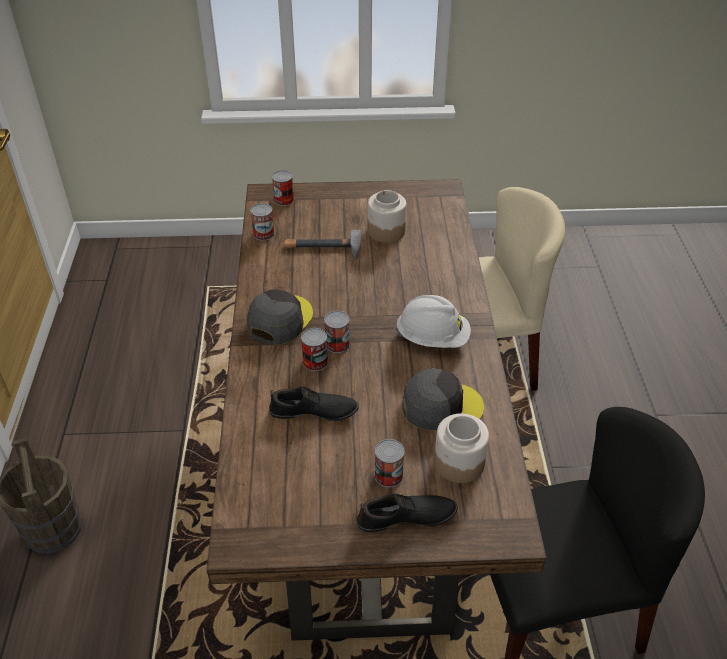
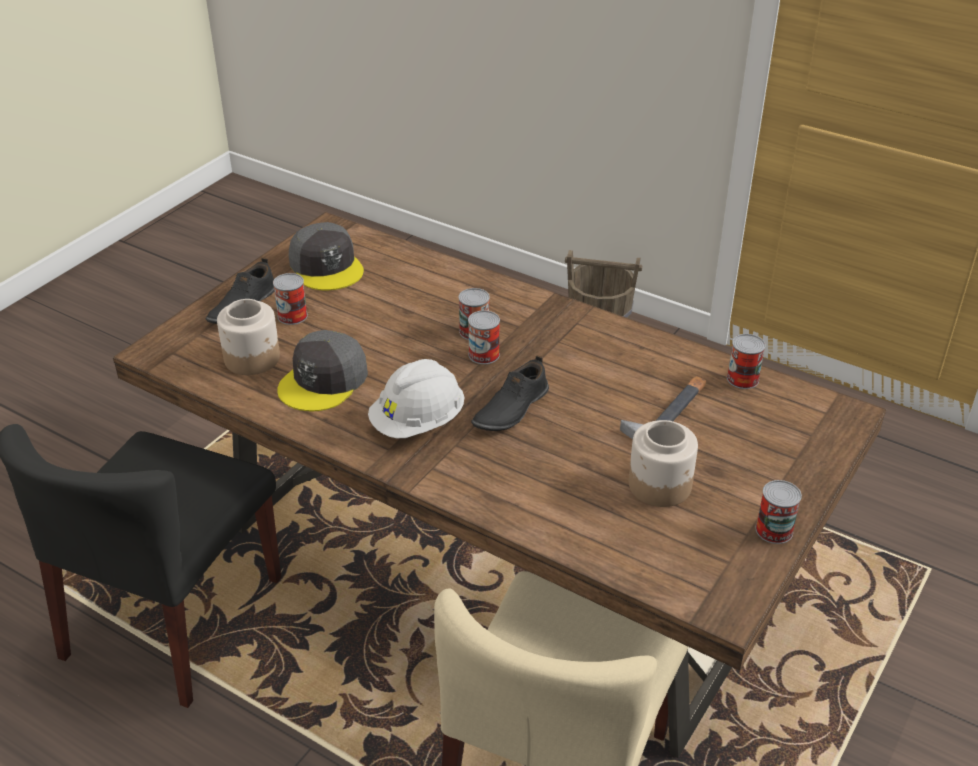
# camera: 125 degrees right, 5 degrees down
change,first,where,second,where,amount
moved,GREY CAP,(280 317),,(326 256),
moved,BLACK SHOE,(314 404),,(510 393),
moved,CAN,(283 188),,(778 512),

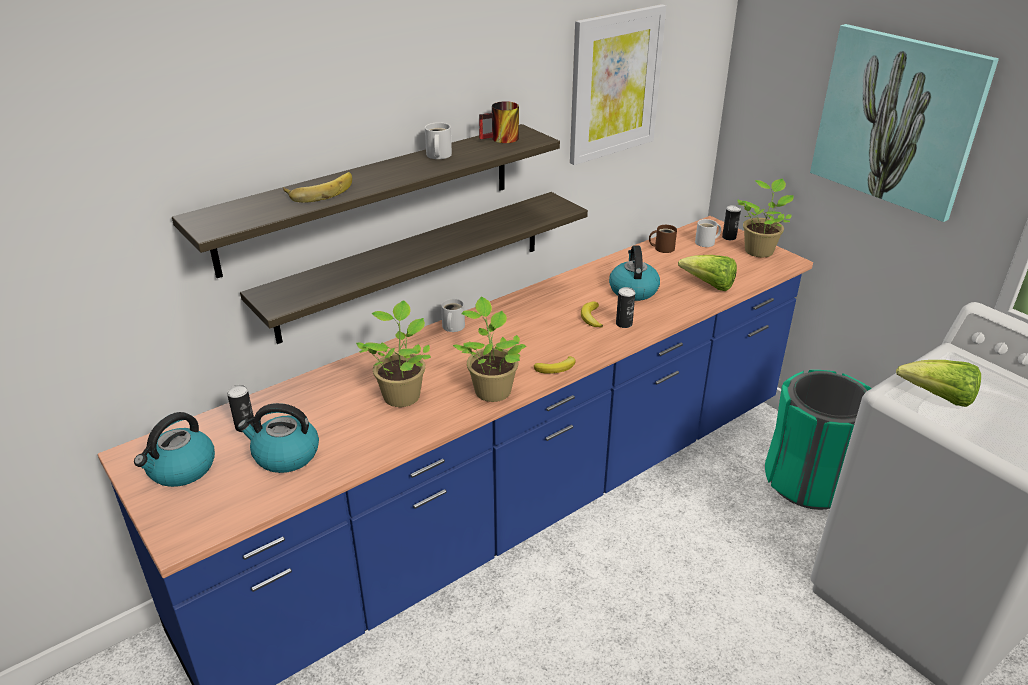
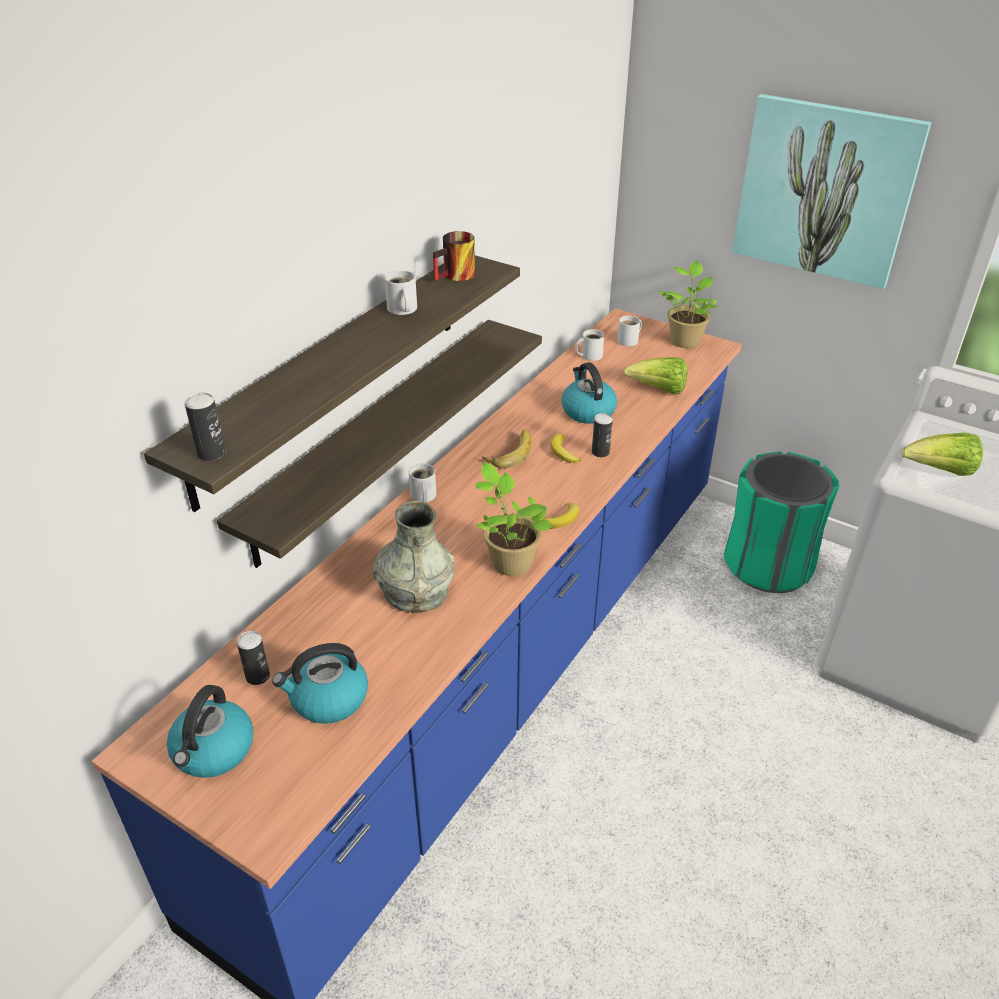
# camera: 20 degrees left, 5 degrees up
change,first,where,second,where,amount
moved,BANANA,(317 187),,(506 449),
replaced,POTTED PLANT,(393 353),GREY VASE,(414 557),
removed,PICTURE,(618 84),,,
recoloured,BROWN MUG,(663 239),WHITE MUG,(589 345),
moved,CAN,(731 222),,(205 426),

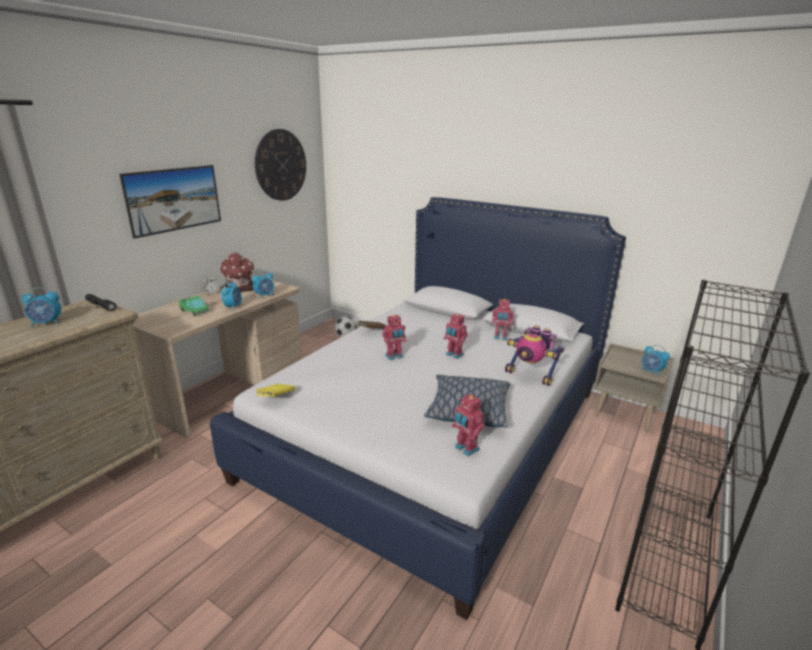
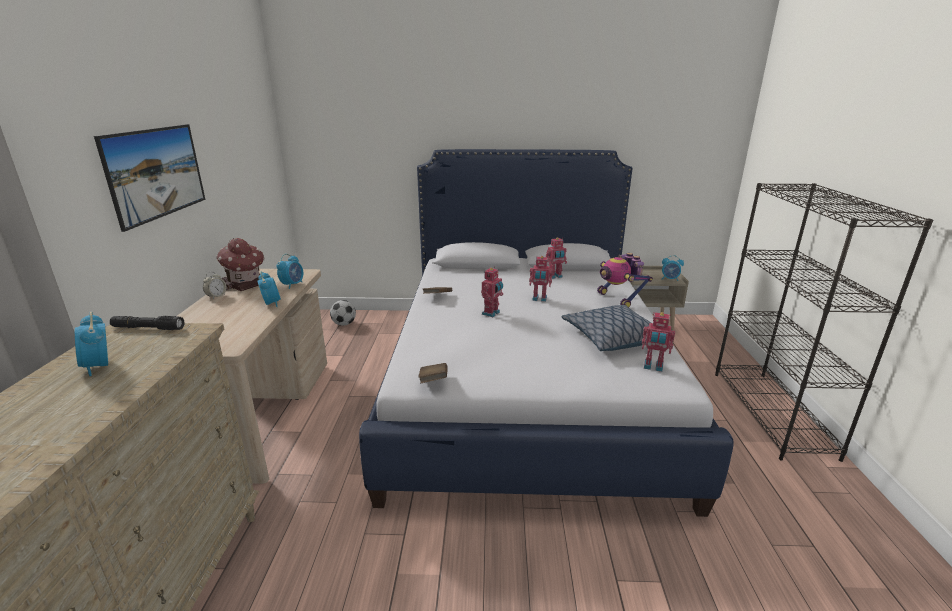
# camera: 30 degrees left, 0 degrees up
change,first,where,second,where,amount
turned,ALARM CLOCK,(41 307),,(91 344),105 degrees clockwise
removed,TOY TRUCK,(194 306),,,
removed,WALL CLOCK,(280 165),,,
recoloured,YELLOW BOOK,(275 390),BROWN BOOK,(433 373),
turned,TOY ROBOT,(534 356),,(625 280),60 degrees clockwise

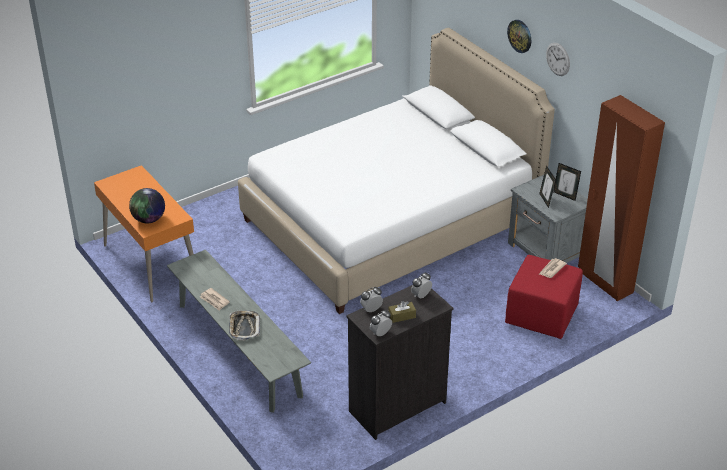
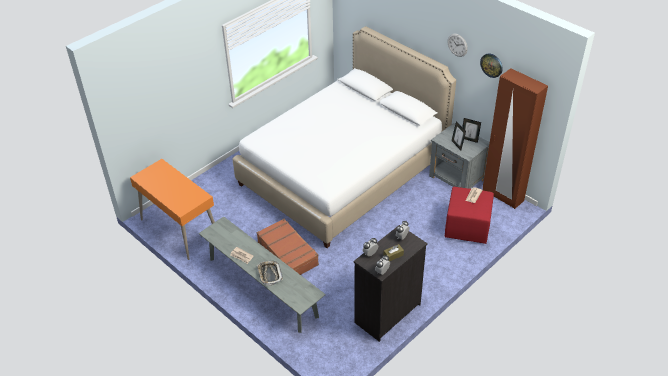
# camera: 10 degrees left, 5 degrees up
change,first,where,second,where,amount
removed,GLOBE,(147 205),,,
moved,WALL CLOCK,(519 36),,(491 66),
added,,,BROWN SUITCASE,(287 247),

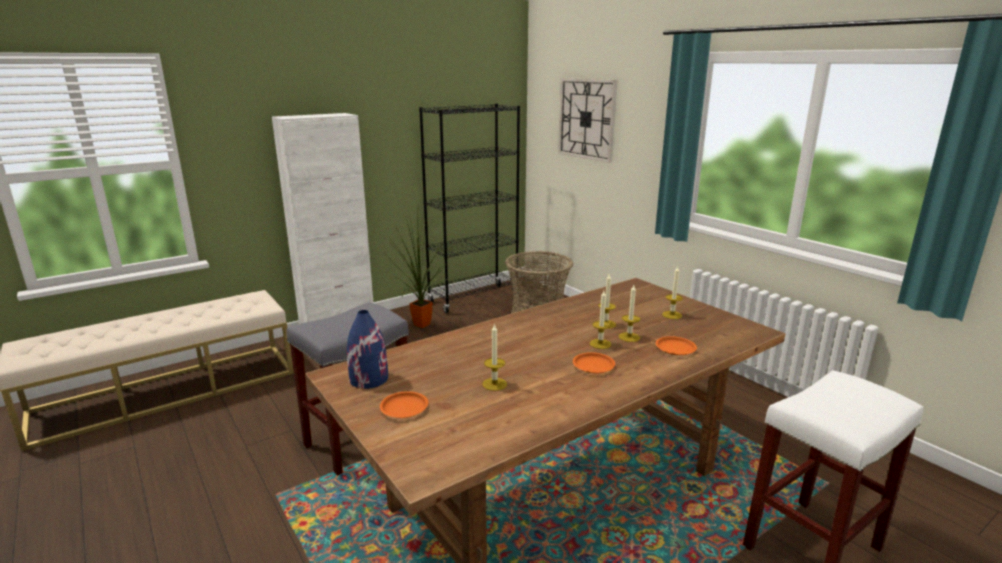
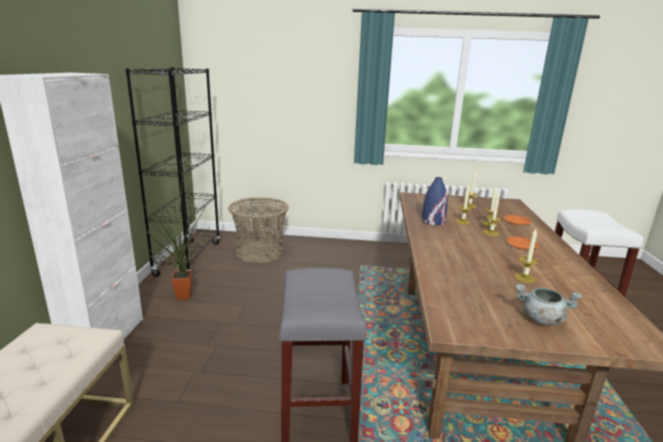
# camera: 50 degrees left, 0 degrees up
change,first,where,second,where,amount
moved,BLUE VASE,(367 349),,(435 201),
replaced,ORANGE PLATE,(404 404),GREY COOKING POT,(548 305),
removed,WALL CLOCK,(587 120),,,

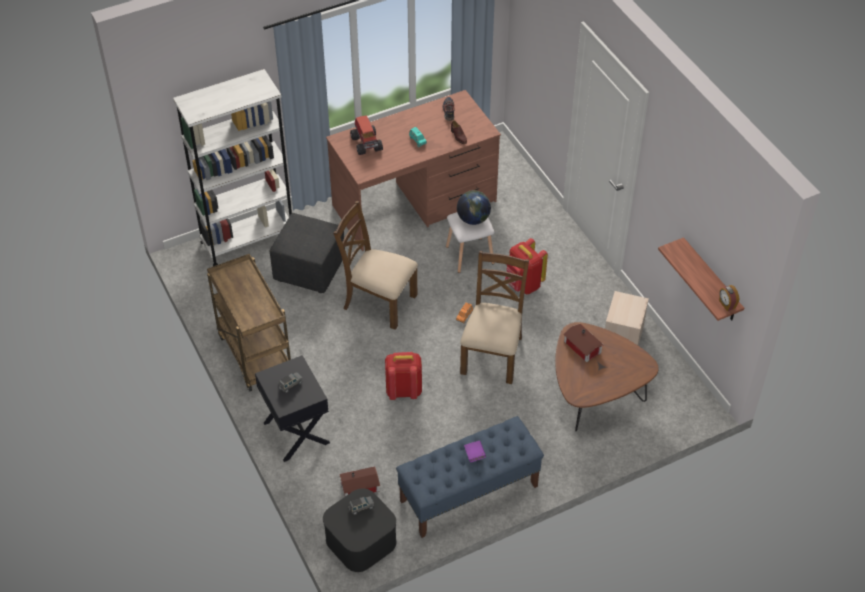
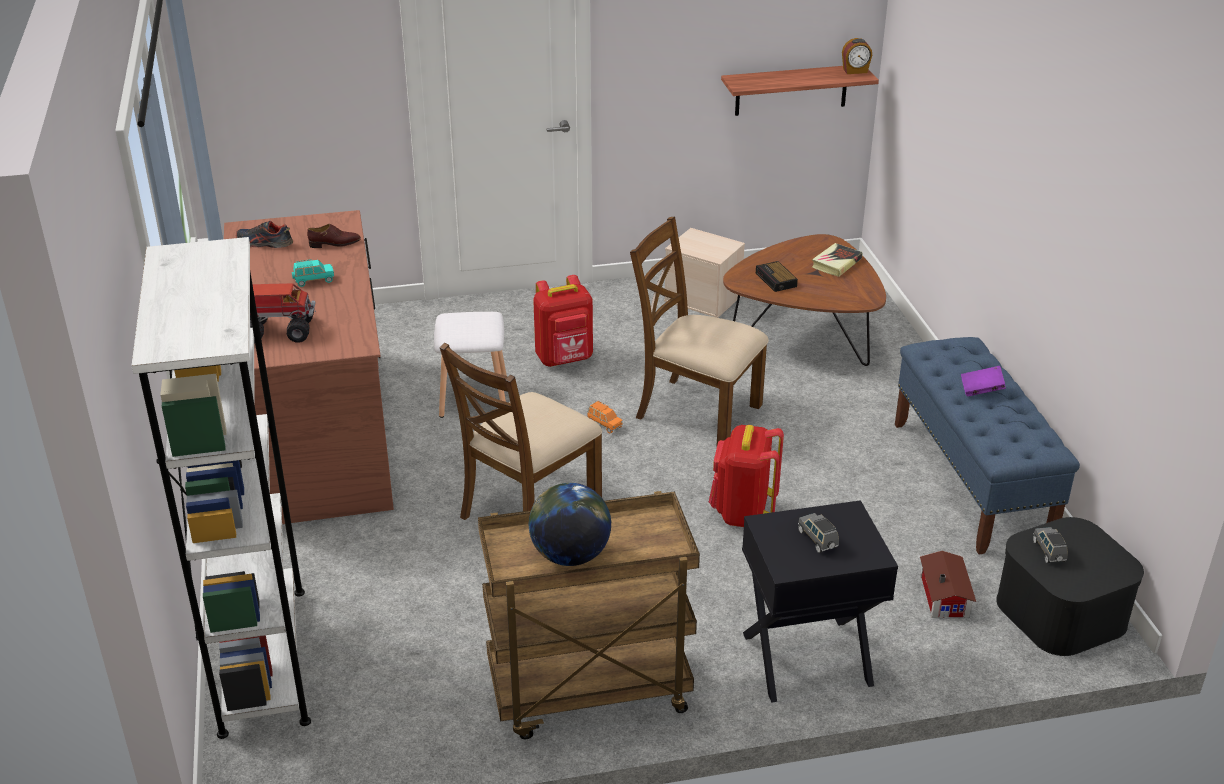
# camera: 75 degrees left, 15 degrees down
change,first,where,second,where,amount
removed,BLACK OTTOMAN,(307 253),,,
moved,GLOBE,(474 207),,(570 524),
replaced,TOY HOUSE,(583 343),ALARM CLOCK,(777 276),
added,,,BOOK,(837 260),

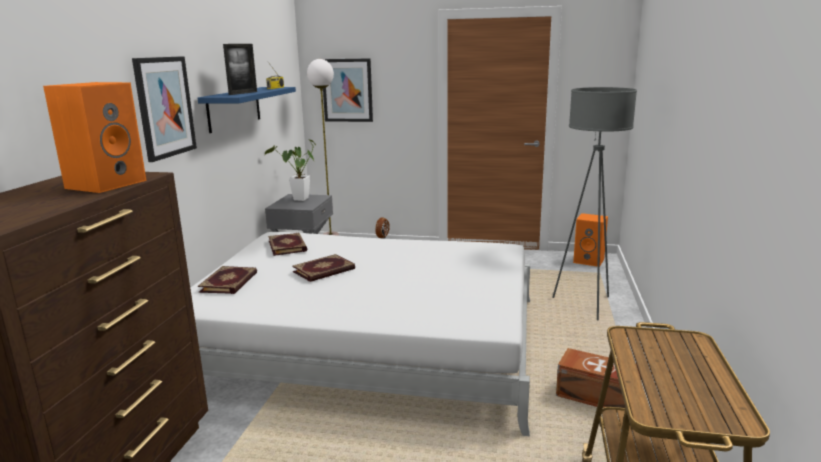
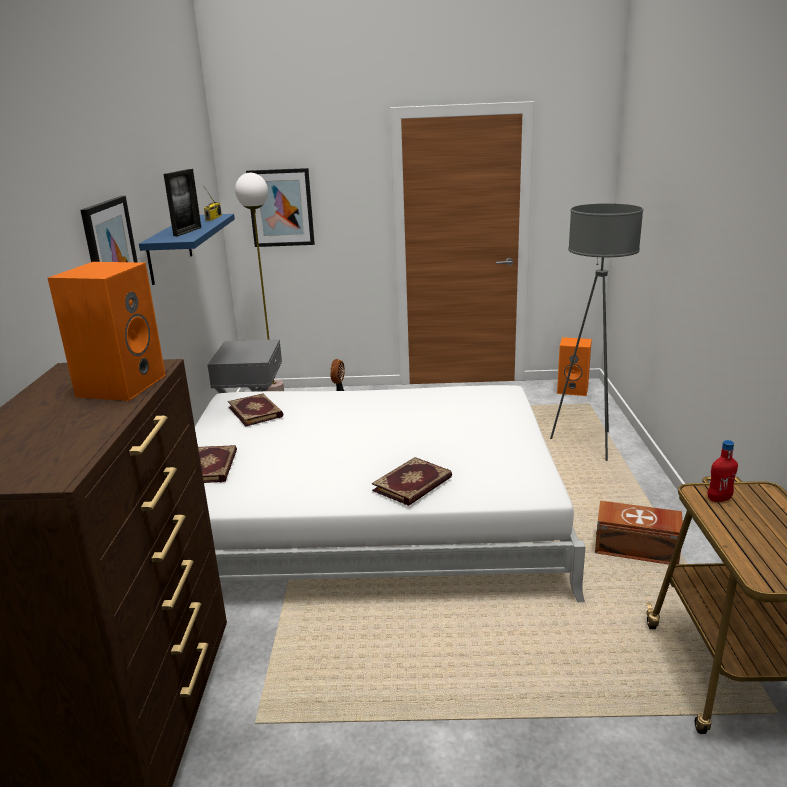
# camera: 10 degrees left, 5 degrees up
change,first,where,second,where,amount
removed,POTTED PLANT,(290 170),,,
moved,BOOK,(323 268),,(412 481),
added,,,RED BOTTLE,(722 471),

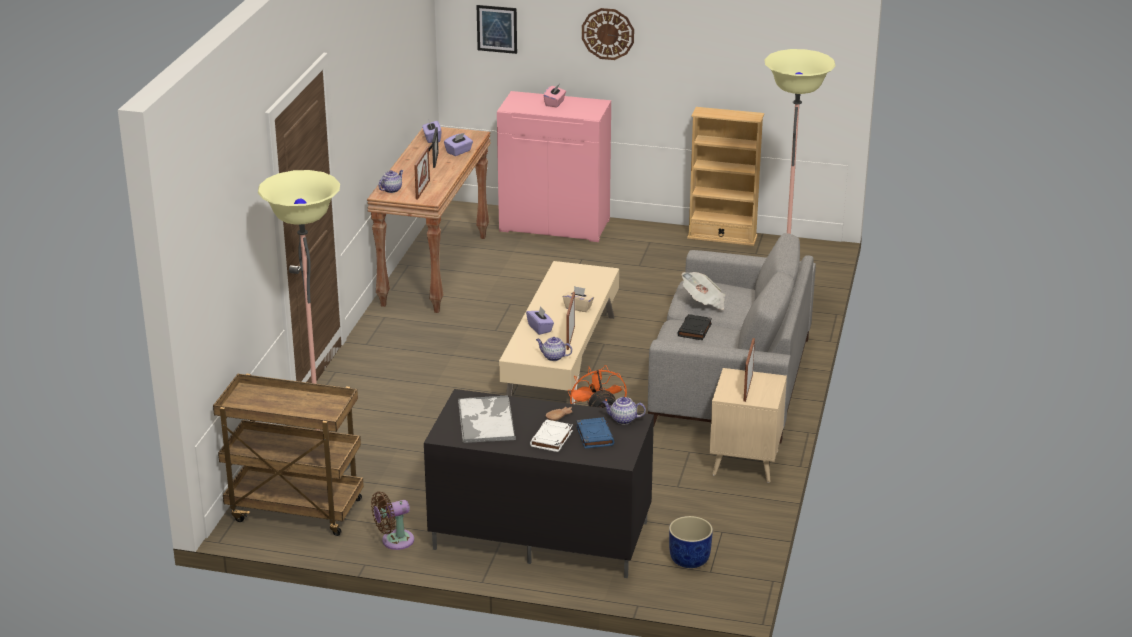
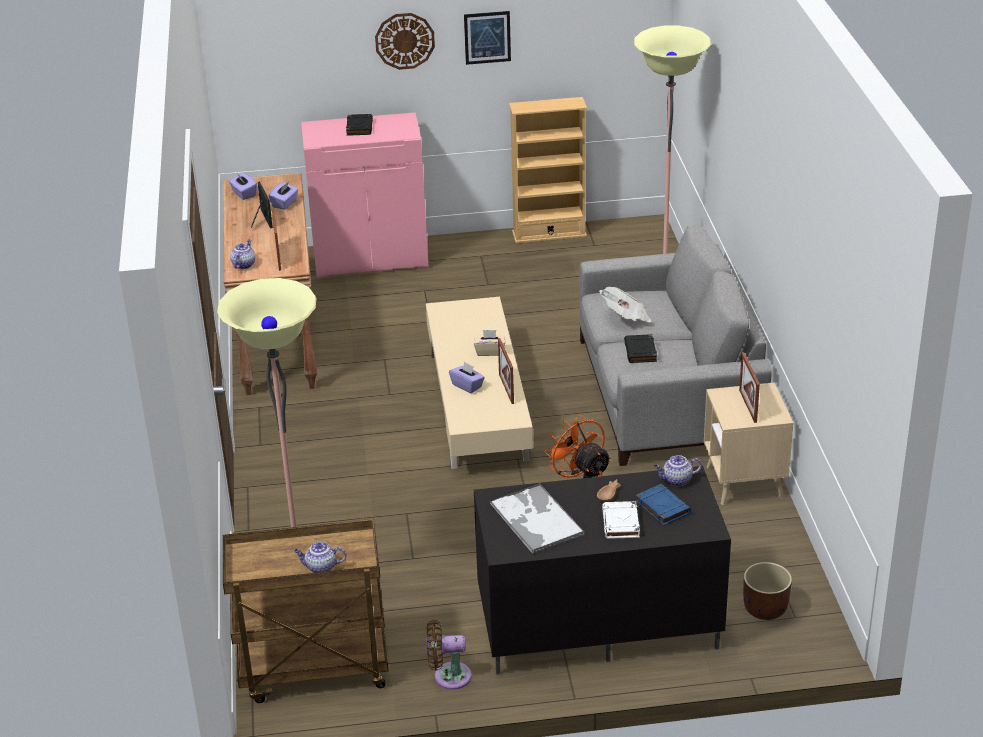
# camera: 20 degrees left, 5 degrees up
change,first,where,second,where,amount
turned,BROWN FAN,(392 521),,(449 655),45 degrees clockwise
moved,PICTURE,(496 29),,(487 38),
moved,TEAPOT,(554 349),,(320 557),
replaced,PINK TISSUE BOX,(555 96),BLACK BOOK,(359 125),
recoloured,BLUE PLANTER,(691 542),BROWN PLANTER,(767 591),

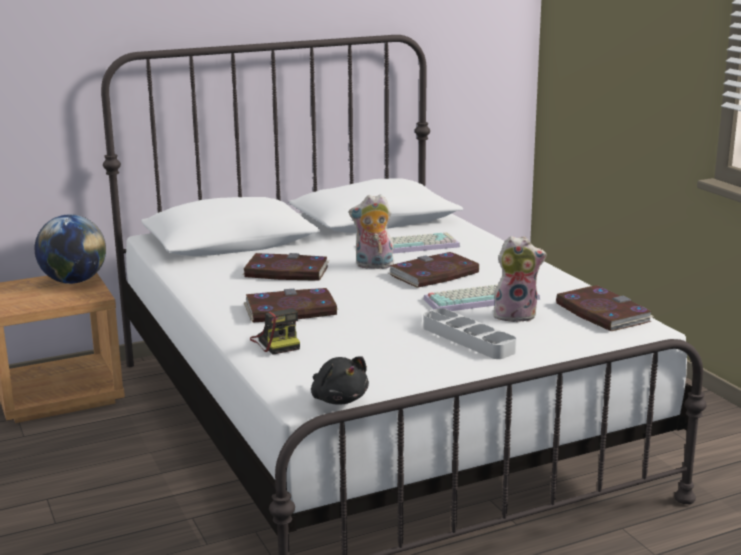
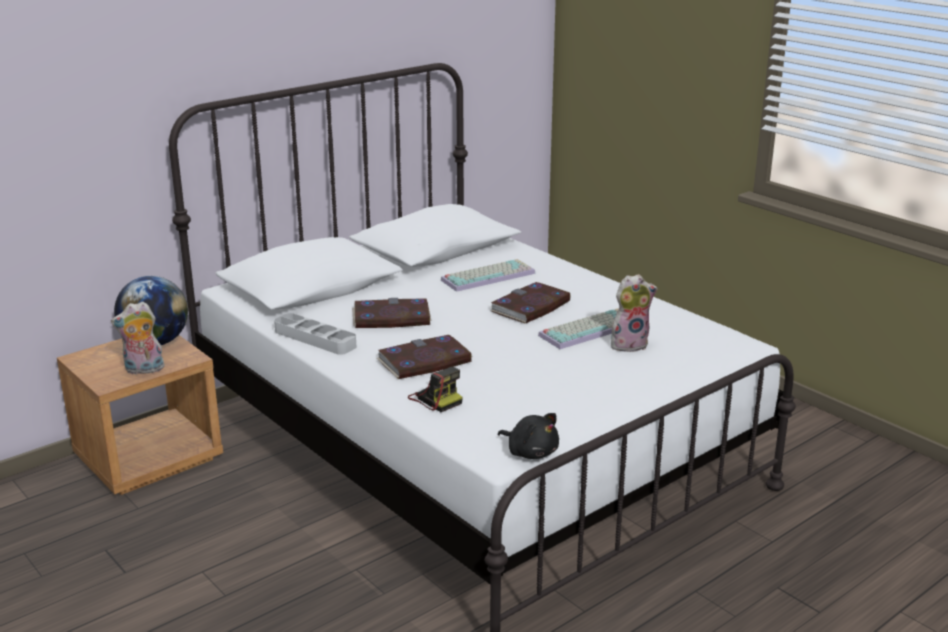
# camera: 15 degrees left, 5 degrees up
change,first,where,second,where,amount
moved,PLUSH TOY,(371 231),,(138 338),
moved,GREY TRAY,(469 333),,(315 334),
removed,BOOK,(605 308),,,

